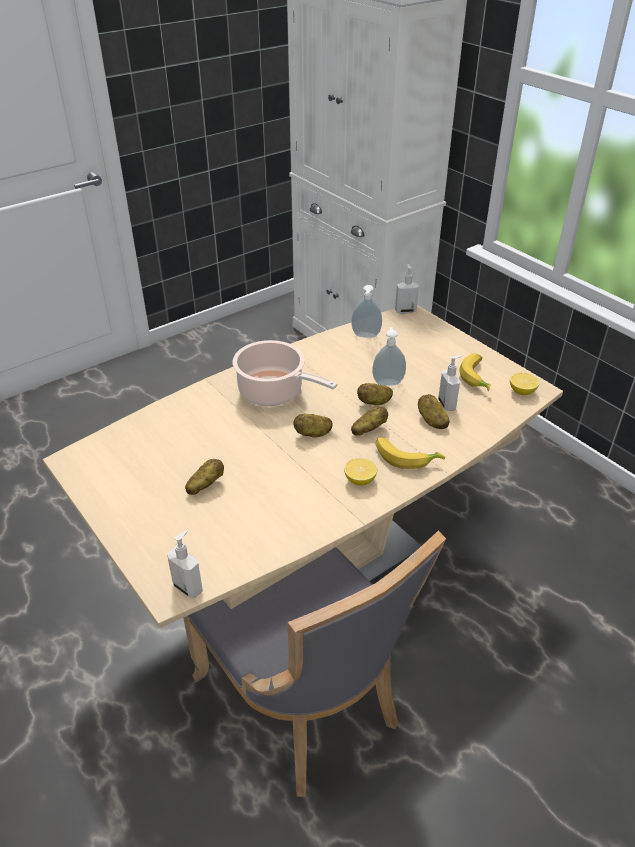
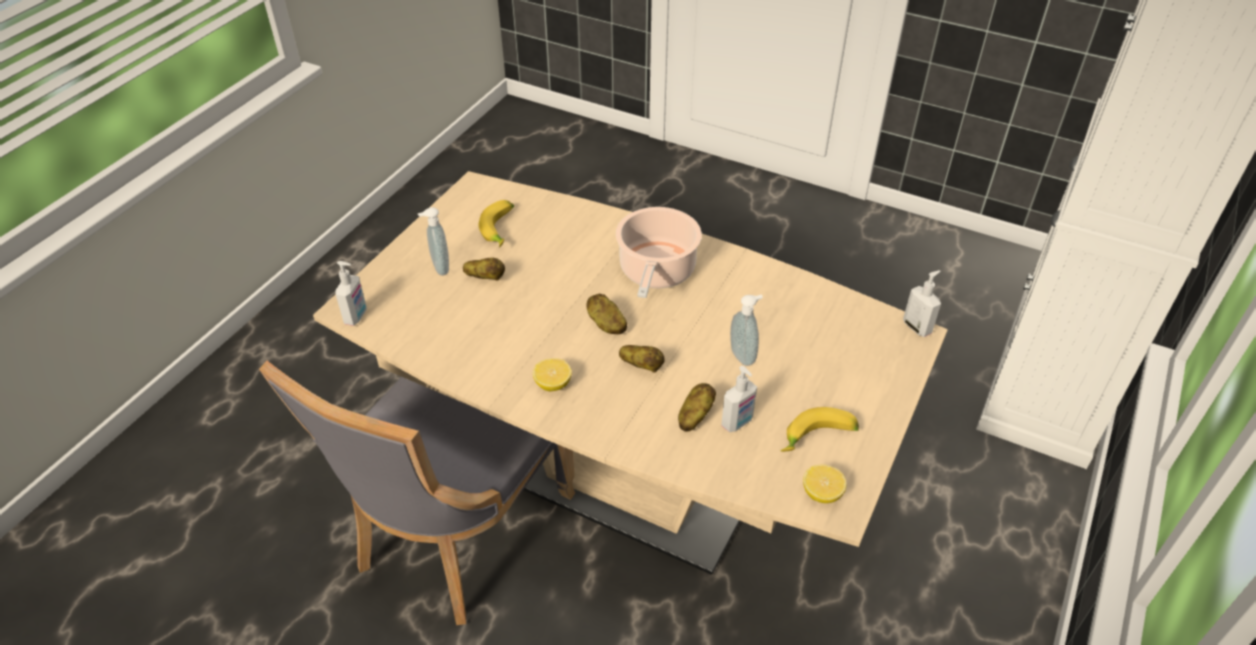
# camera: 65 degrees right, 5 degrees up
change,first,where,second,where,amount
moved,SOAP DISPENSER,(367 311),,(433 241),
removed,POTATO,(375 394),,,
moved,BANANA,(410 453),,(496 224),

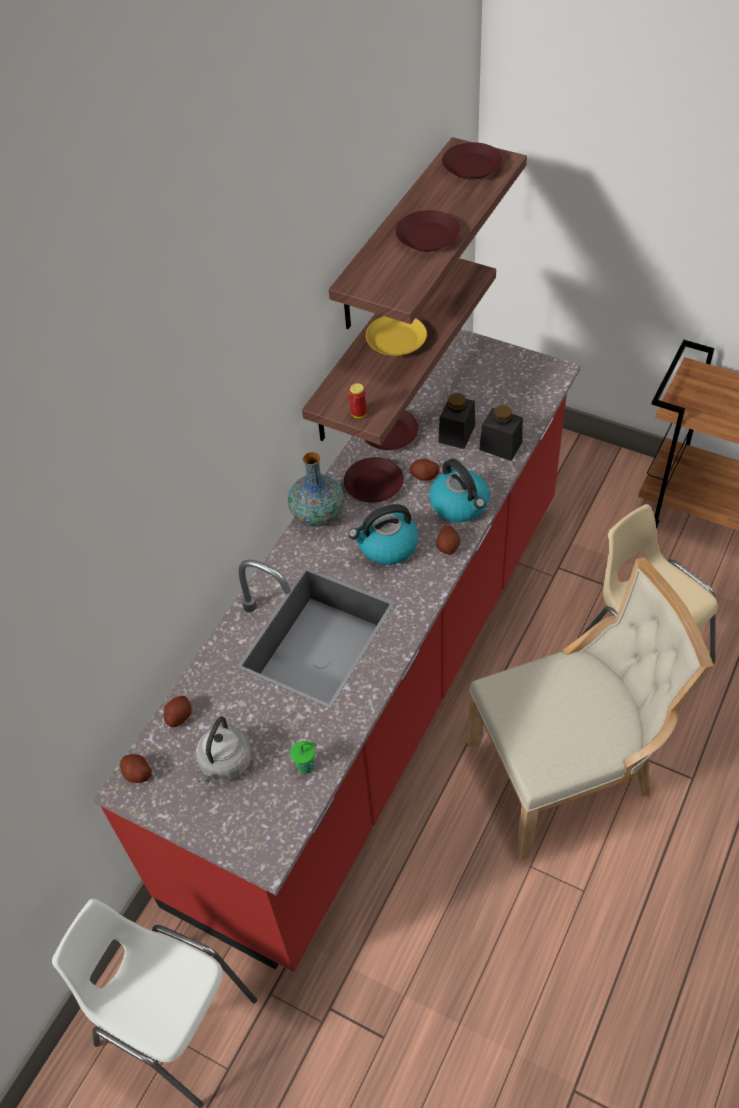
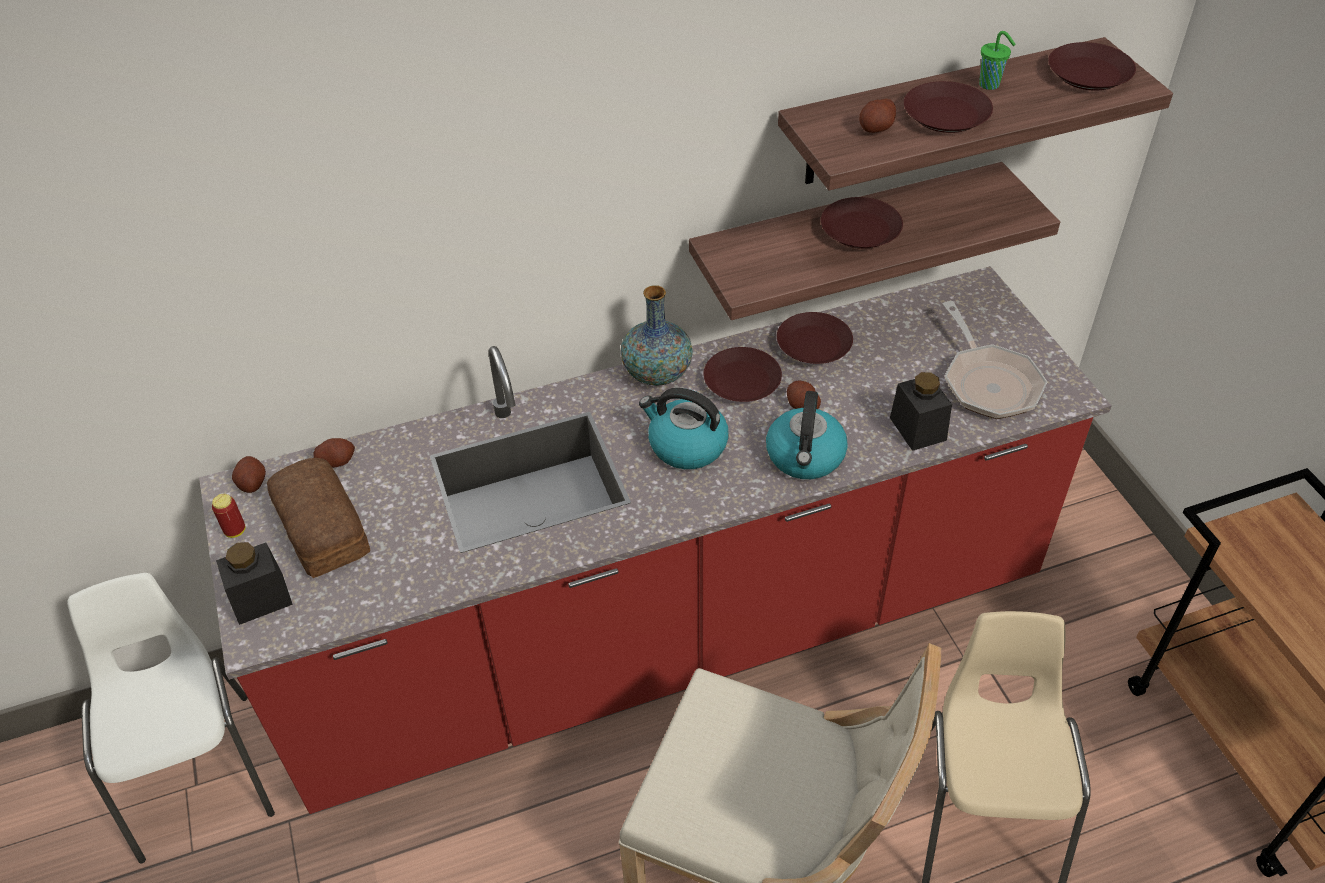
# camera: 40 degrees right, 5 degrees down
change,first,where,second,where,amount
replaced,GREY KETTLE,(224 750),BREAD,(318 518),
moved,GREEN CUP,(303 757),,(997 60),
moved,CAN,(358 400),,(229 516),
recoloured,YELLOW PLATE,(396 336),BROWN PLATE,(862 223),
moved,POTATO,(448 540),,(877 115),
moved,BLACK JAR,(456 421),,(254 583),
added,,,FRYING PAN,(995 360),

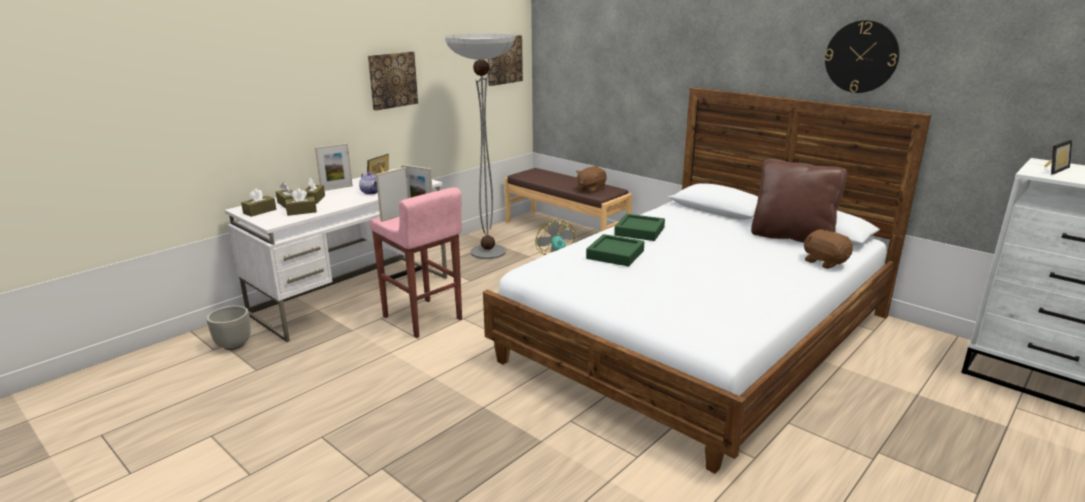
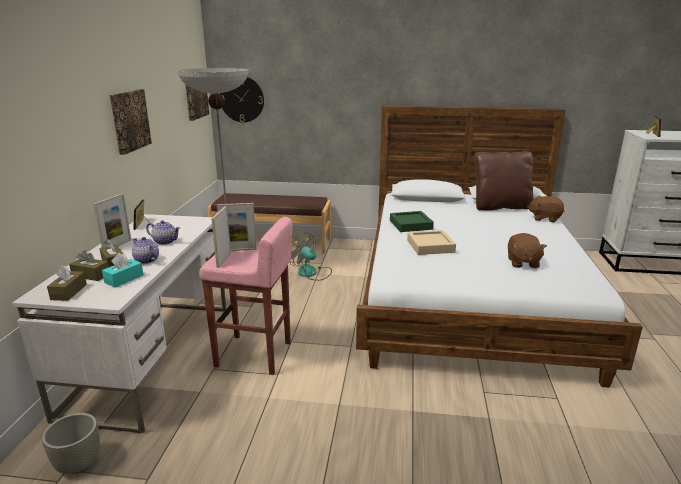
# camera: 35 degrees left, 0 degrees up
change,first,where,second,where,amount
recoloured,BROWN TISSUE BOX,(301 202),TURQUOISE TISSUE BOX,(123 270),
moved,BROWN PLUSH TOY,(591 179),,(527 250),
recoloured,GREEN TRAY,(615 250),BEIGE TRAY,(431 242),
moved,WALL CLOCK,(862 56),,(242 99),
added,,,TEAPOT,(145 250),

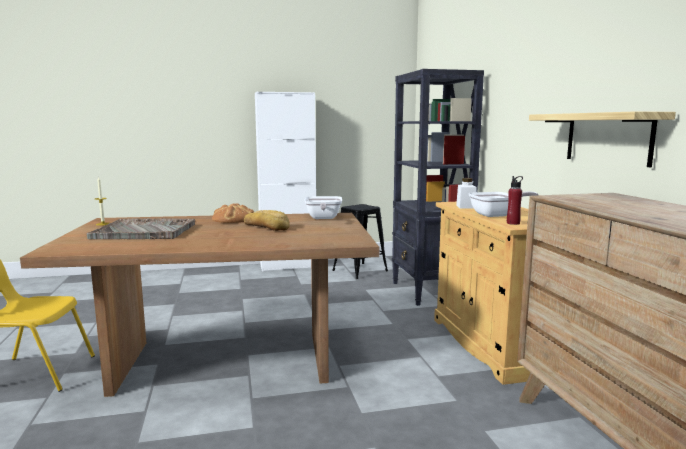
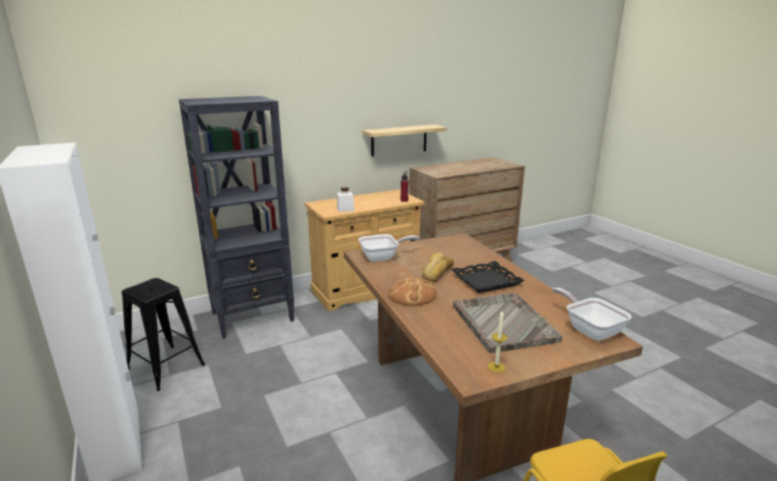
# camera: 105 degrees left, 10 degrees up
change,first,where,second,where,amount
moved,FRYING PAN,(503 204),,(592 314),
added,,,BLACK TRAY,(488 277),

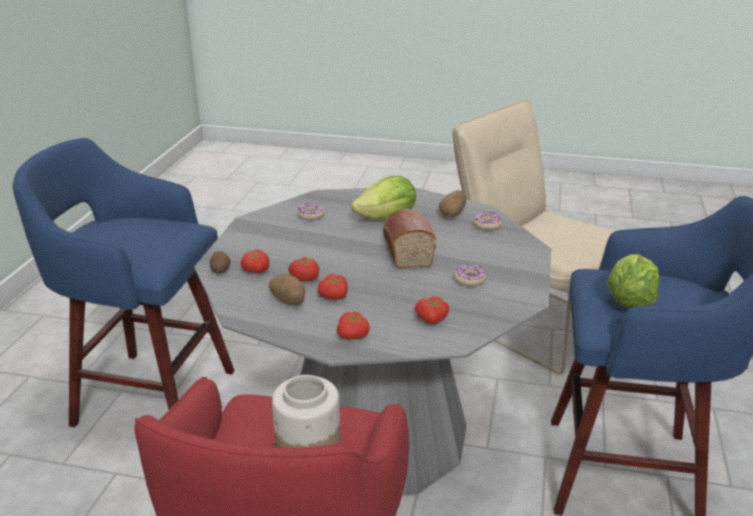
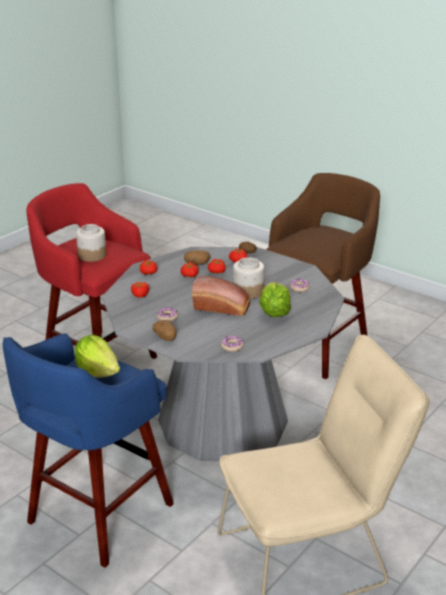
# camera: 115 degrees right, 0 degrees up
change,first,where,second,where,amount
recoloured,BLUE STOOL,(123 282),BROWN STOOL,(323 276),
moved,POTATO,(452 203),,(164 330),
added,,,JAR,(248 278),

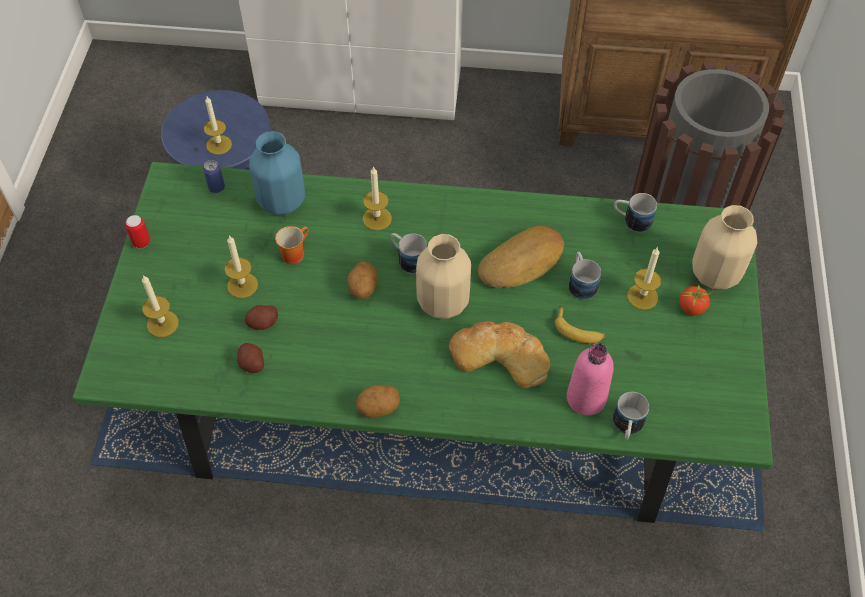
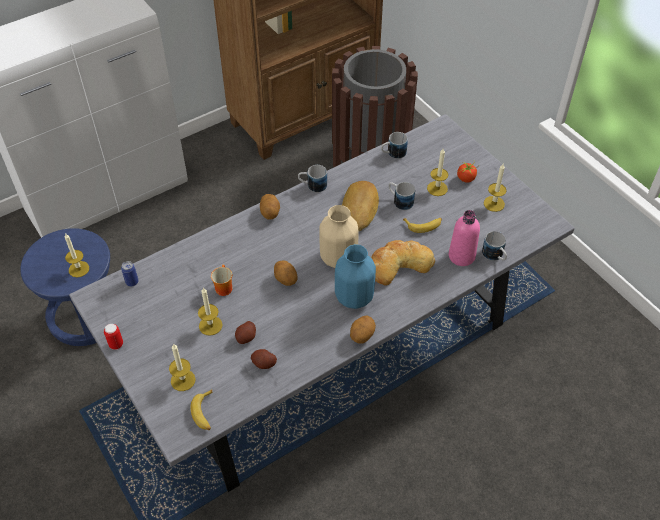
# camera: 40 degrees left, 5 degrees down
change,first,where,second,where,amount
recoloured,GREEN DINING TABLE,(423 342),GREY DINING TABLE,(322 303),
moved,BLUE VASE,(277 173),,(355 276),
moved,CANDLE,(377 198),,(495 188),
moved,MUG,(409 253),,(312 179),
removed,BEIGE VASE,(724 247),,,
added,,,BANANA,(201 409),
added,,,POTATO,(270 207),

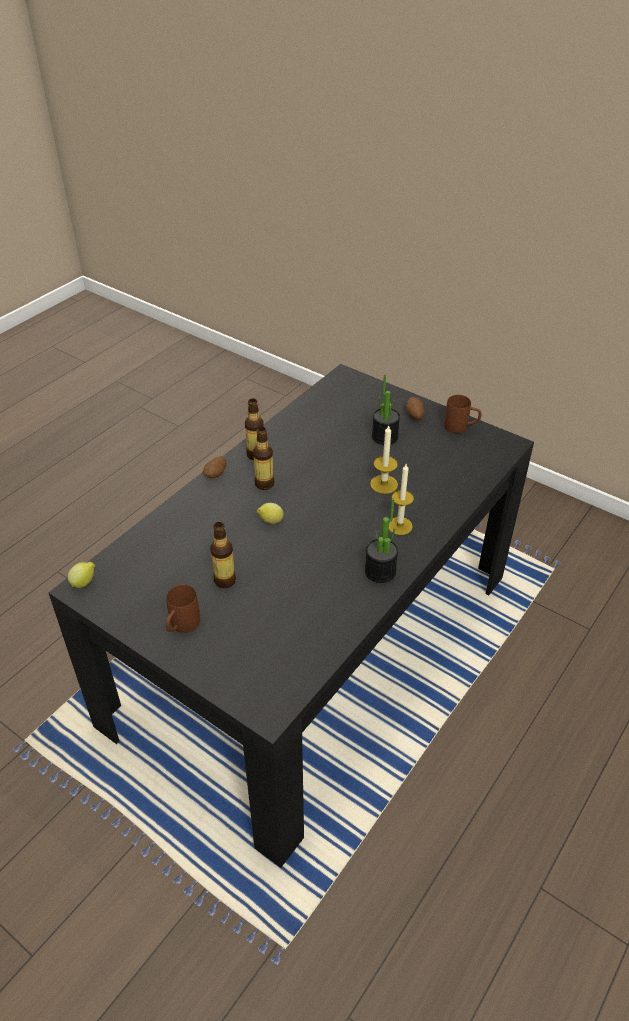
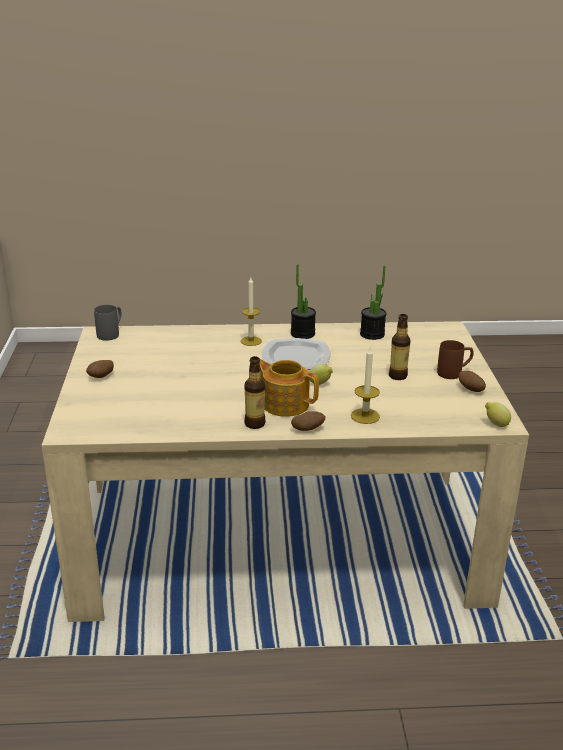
# camera: 130 degrees left, 15 degrees down
change,first,where,second,where,amount
recoloured,BLACK DINING TABLE,(291 616),BEIGE DINING TABLE,(285 471),
replaced,BOTTLE,(263 458),TEAPOT,(289 388),
moved,CANDLE,(384 459),,(365 385),
moved,POTTED PLANT,(386 409),,(373 303),
removed,BROWN MUG,(463 414),,,
added,,,GREY MUG,(108 323),
added,,,PLATE,(296 354),
added,,,POTATO,(472 381),

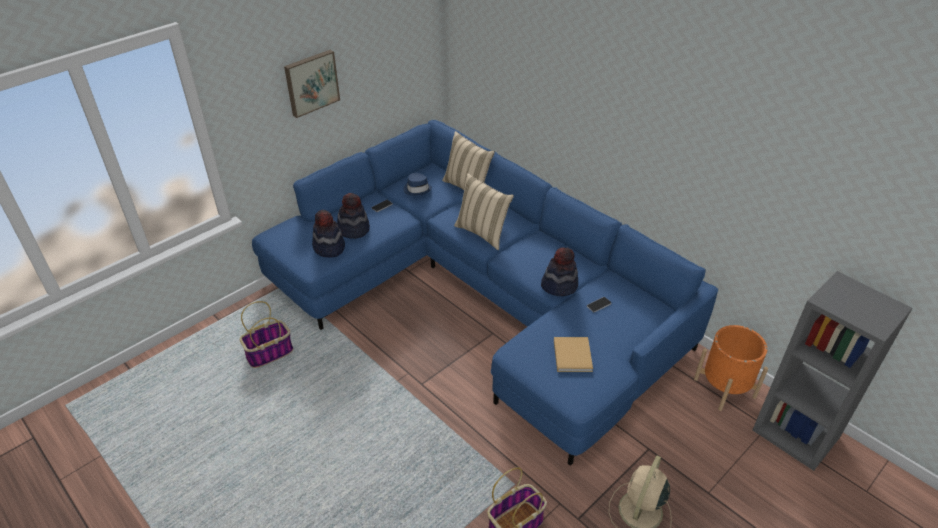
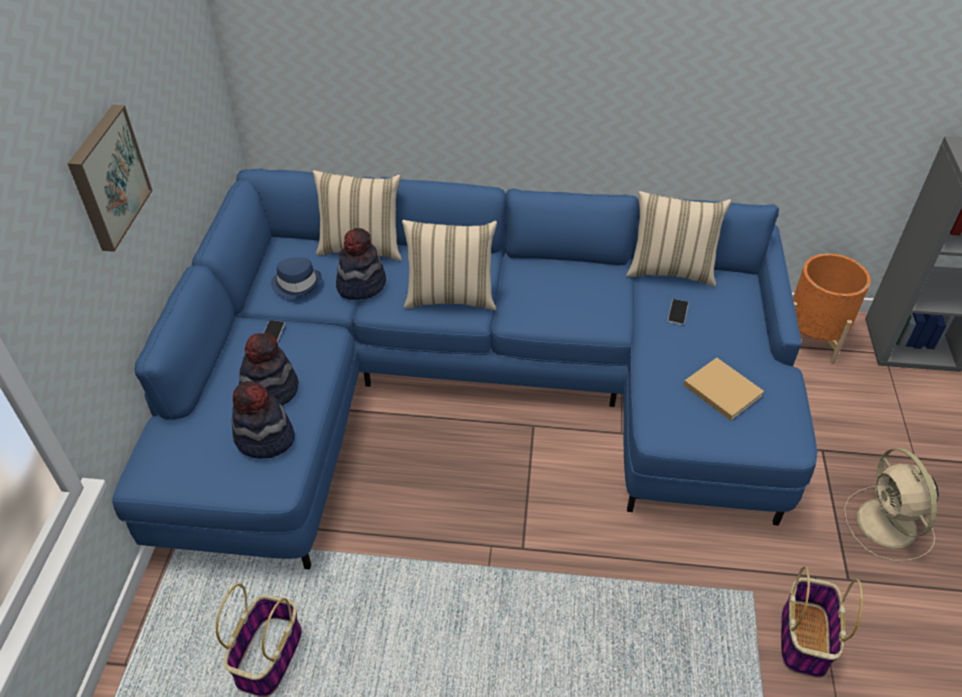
# camera: 40 degrees left, 5 degrees up
change,first,where,second,where,amount
moved,HAT,(559 271),,(361 264),
added,,,BEIGE PILLOW,(678 239),

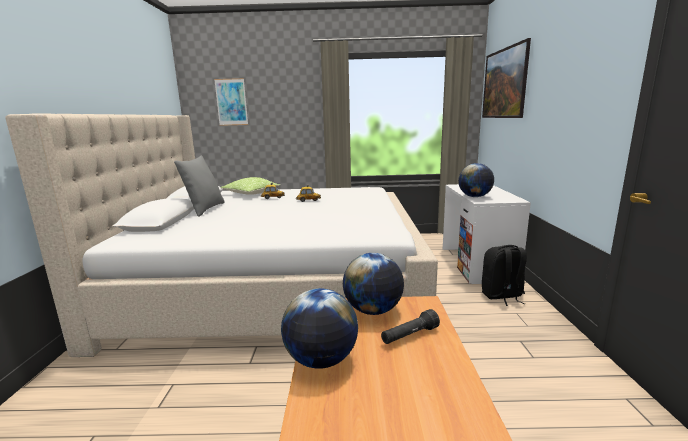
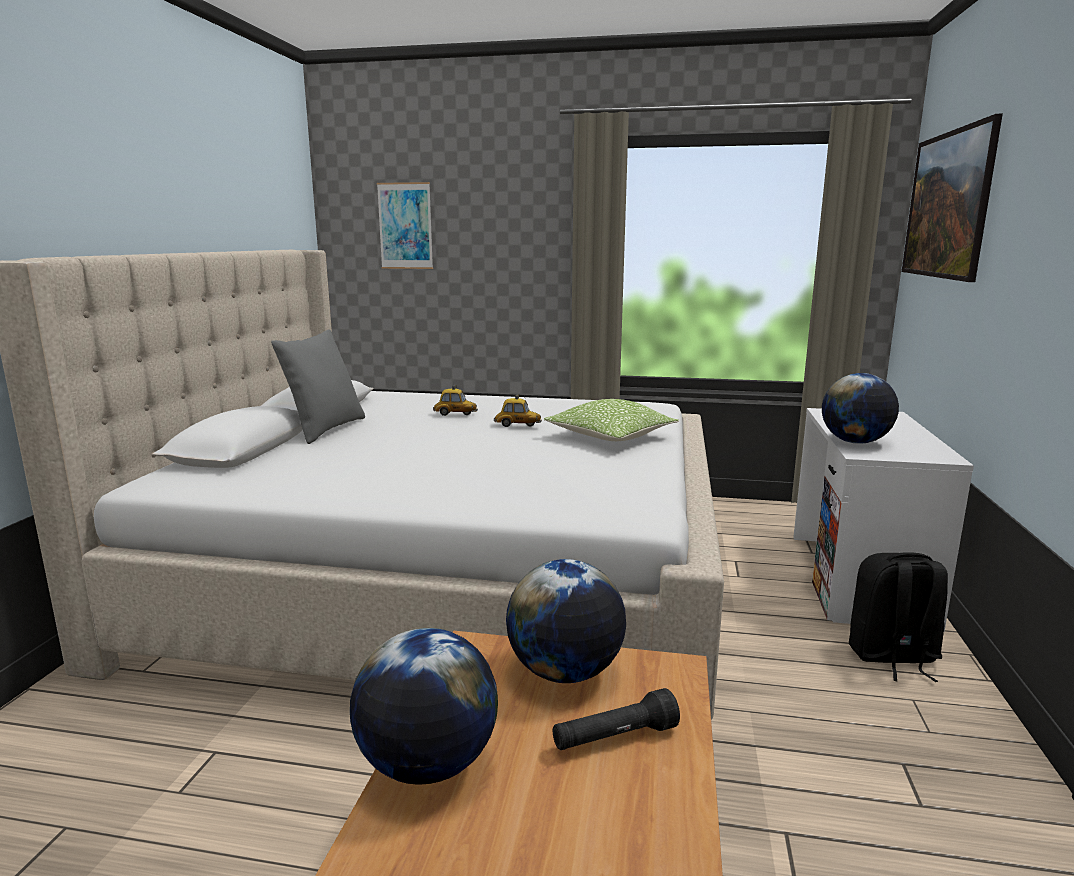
# camera: 10 degrees right, 0 degrees up
change,first,where,second,where,amount
moved,PILLOW,(250 186),,(611 420),

